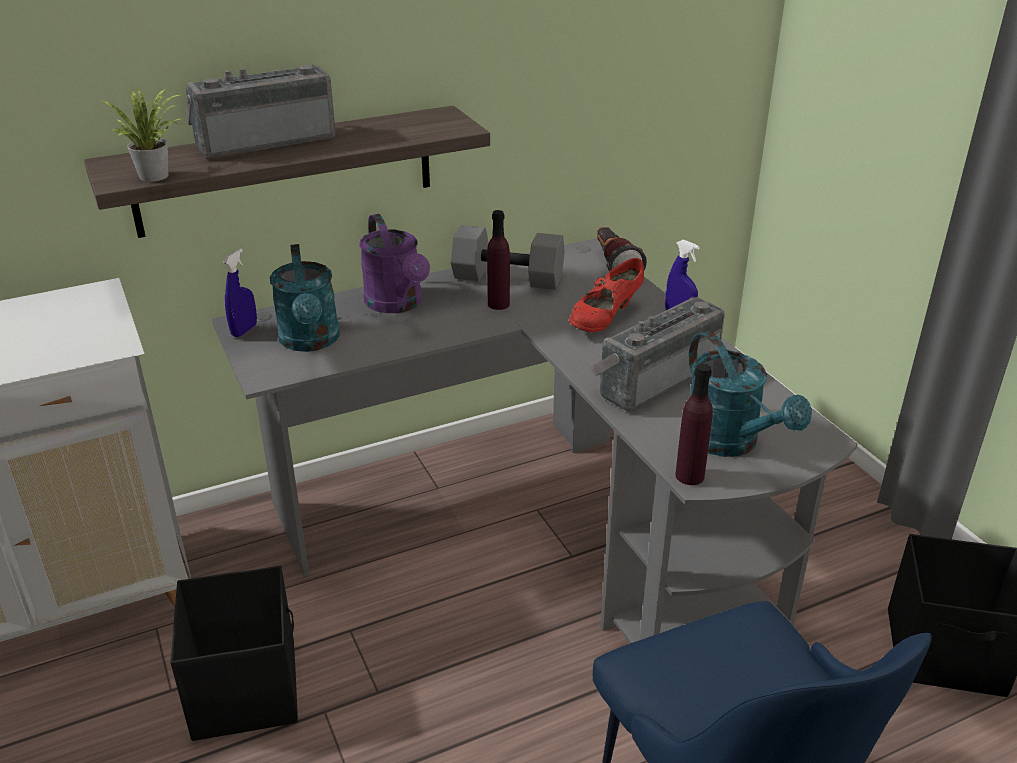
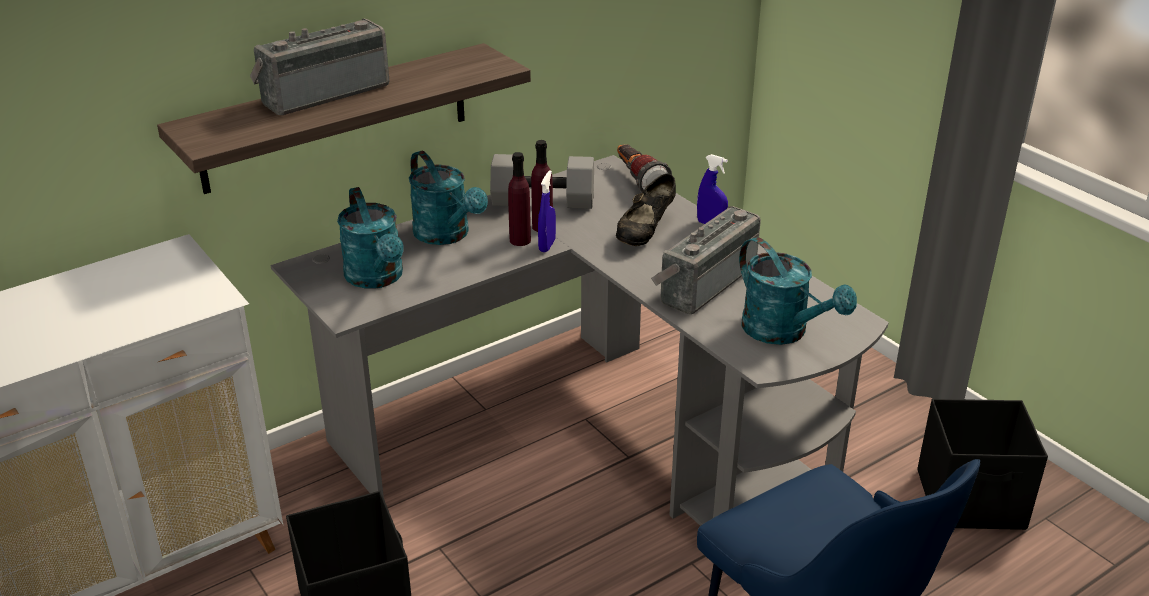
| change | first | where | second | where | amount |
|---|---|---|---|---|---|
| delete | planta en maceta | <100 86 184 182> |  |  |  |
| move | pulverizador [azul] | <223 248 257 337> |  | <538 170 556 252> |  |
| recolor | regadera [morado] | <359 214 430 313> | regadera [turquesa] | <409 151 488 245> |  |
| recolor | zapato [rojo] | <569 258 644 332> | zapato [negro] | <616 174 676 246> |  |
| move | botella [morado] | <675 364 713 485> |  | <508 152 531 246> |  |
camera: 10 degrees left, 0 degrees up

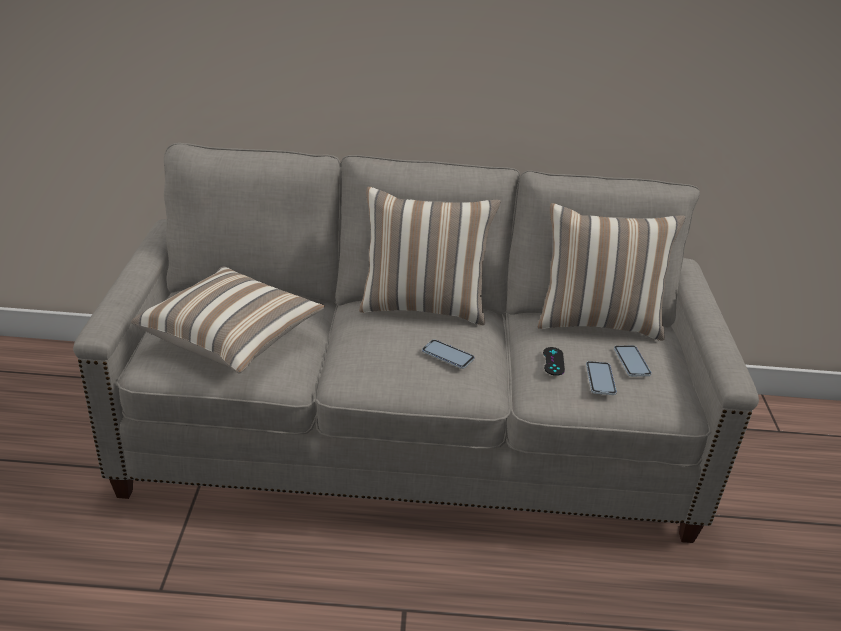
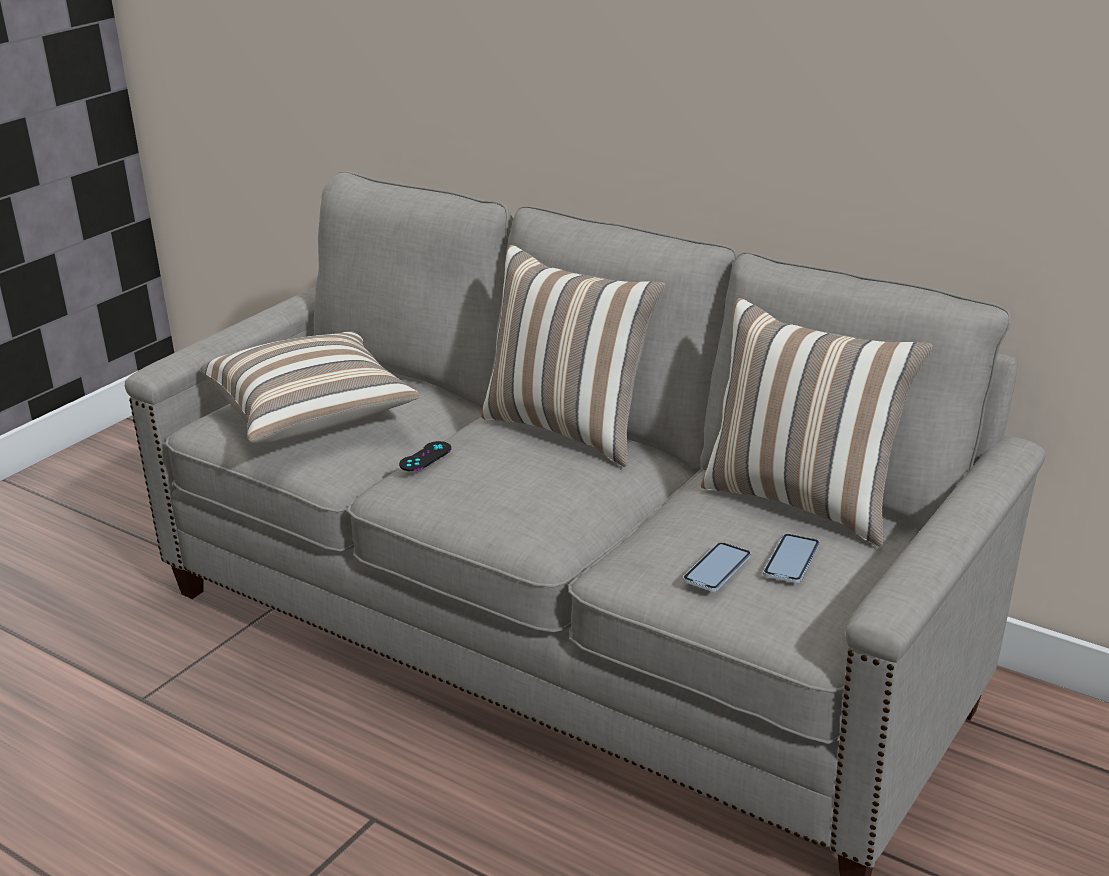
| change | first | where | second | where | amount |
|---|---|---|---|---|---|
| delete | móvil | <422 339 475 369> |  |  |  |
| move | mando de consola [negro] | <543 347 565 376> |  | <399 441 451 471> |  |
camera: 35 degrees right, 5 degrees down

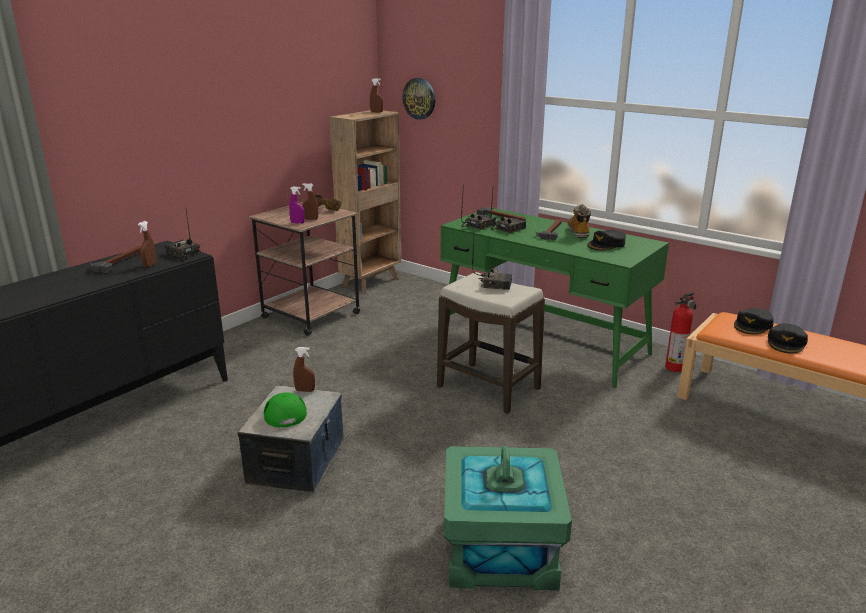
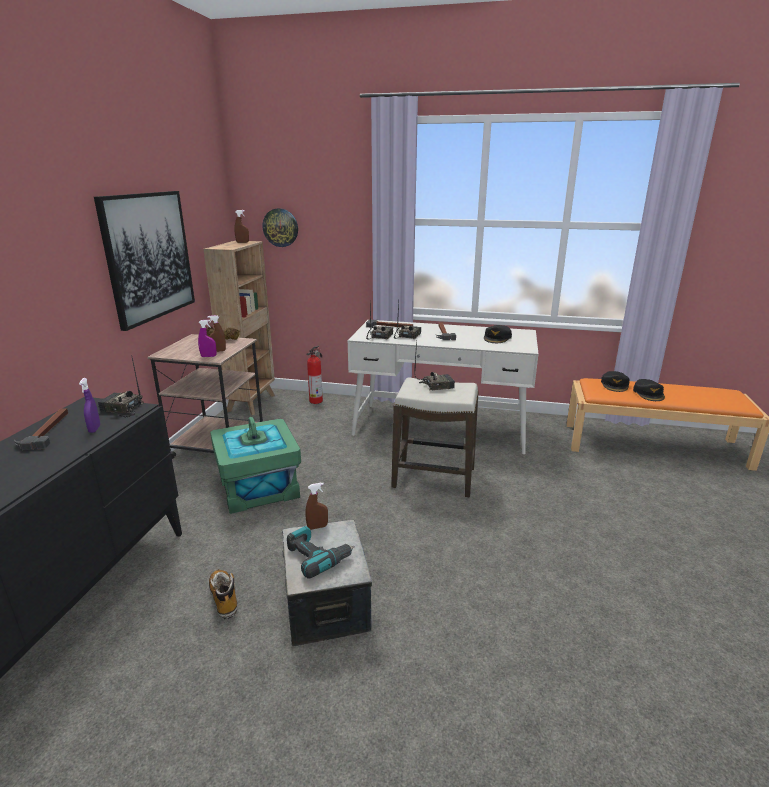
| change | first | where | second | where | amount |
|---|---|---|---|---|---|
| recolor | pulverizador [marrón] | <138 221 157 268> | pulverizador [morado] | <79 378 100 433> |  |
| replace | gorra [verde] | <264 392 307 428> | taladro | <287 526 355 579> |  |
| recolor | escritorio [verde] | <441 207 669 388> | escritorio [blanco] | <348 320 538 454> |  |
| move | caja de almacenaje [verde] | <444 446 572 590> |  | <210 417 301 514> |  |
| move | bota | <568 204 591 238> |  | <209 569 237 619> |  |
| move | extintor | <665 292 696 372> |  | <306 346 323 404> |  |
| insert |  |  | cuadro | <94 191 195 331> |  |
camera: 25 degrees left, 0 degrees up

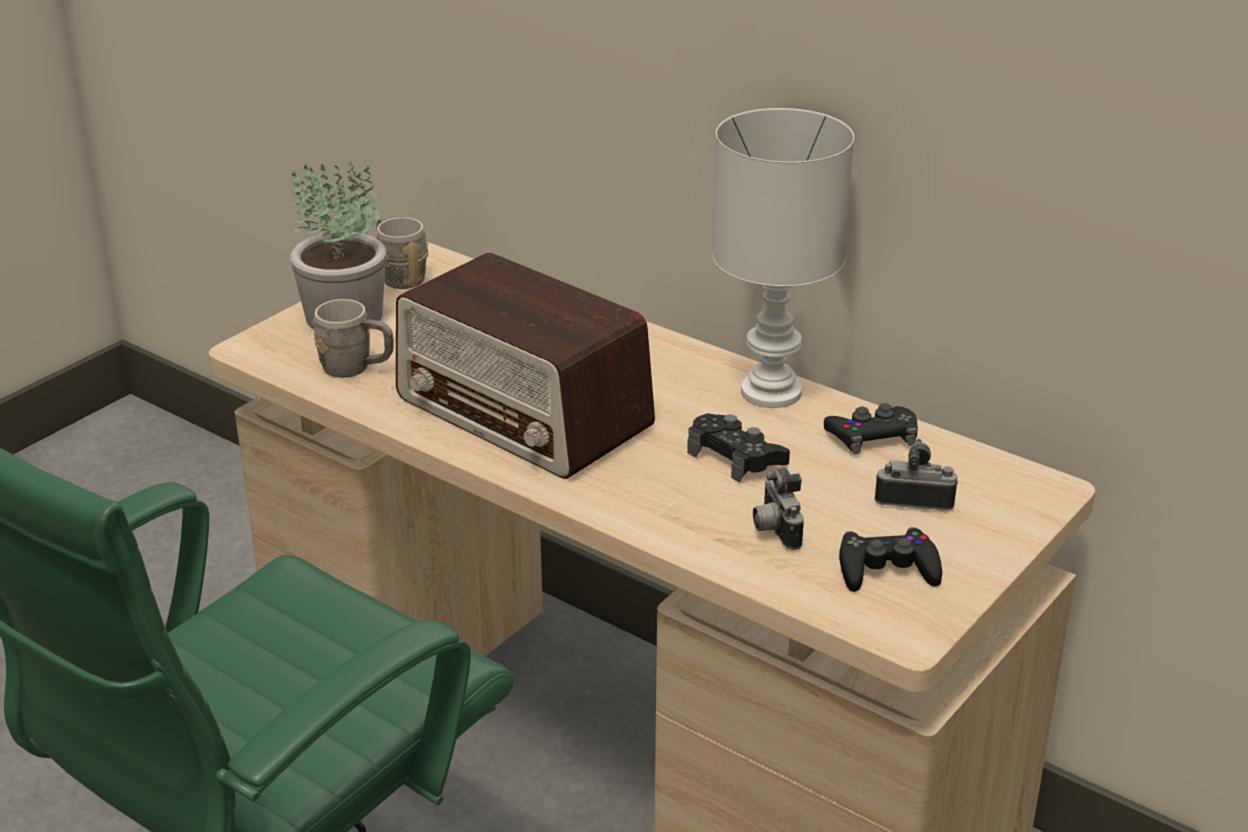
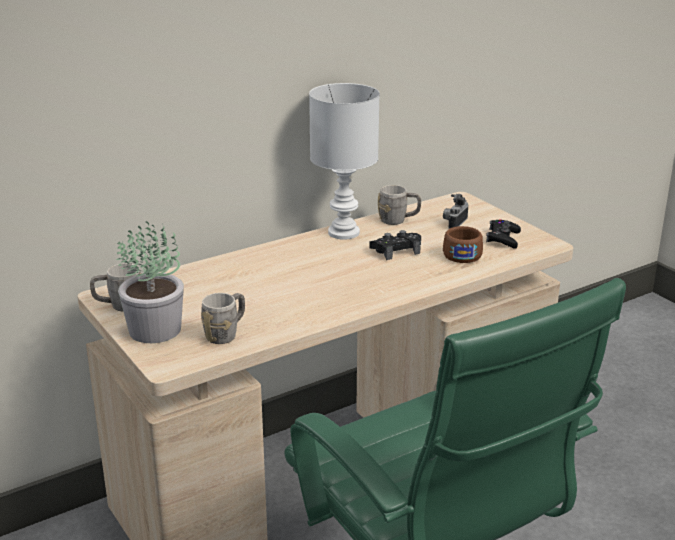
| change | first | where | second | where | amount |
|---|---|---|---|---|---|
| delete | radio | <396 253 655 479> |  |  |  |
| replace | cámara | <753 468 804 550> | taza [marrón] | <443 226 483 263> |  |
| replace | mando de consola [negro] | <824 403 918 454> | taza grande [gris] | <378 185 421 225> |  |
camera: 70 degrees left, 5 degrees down

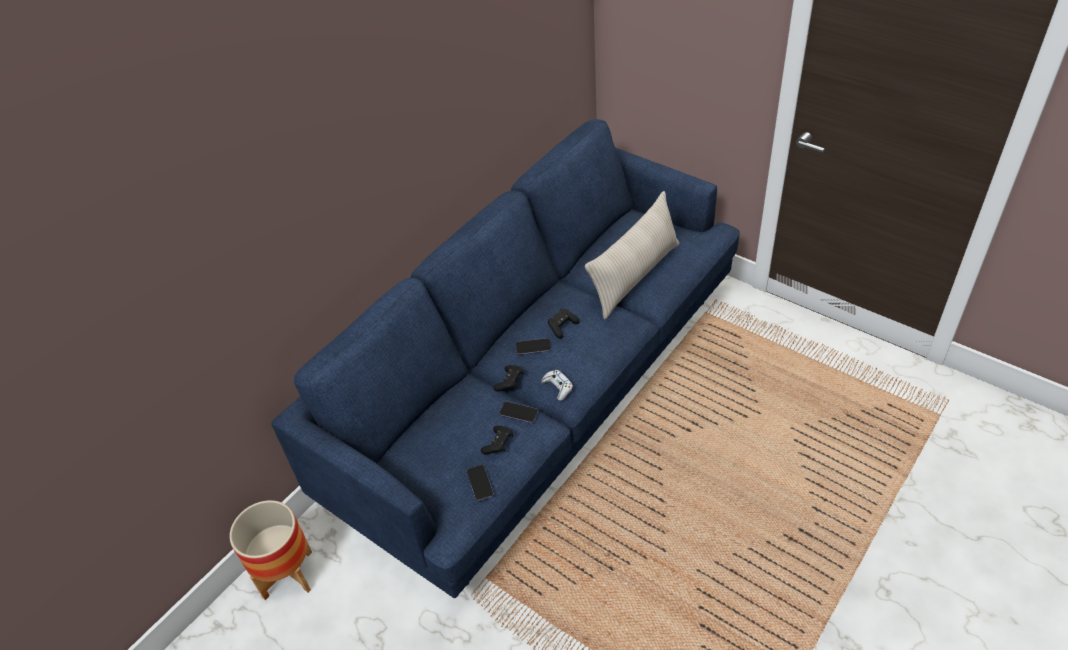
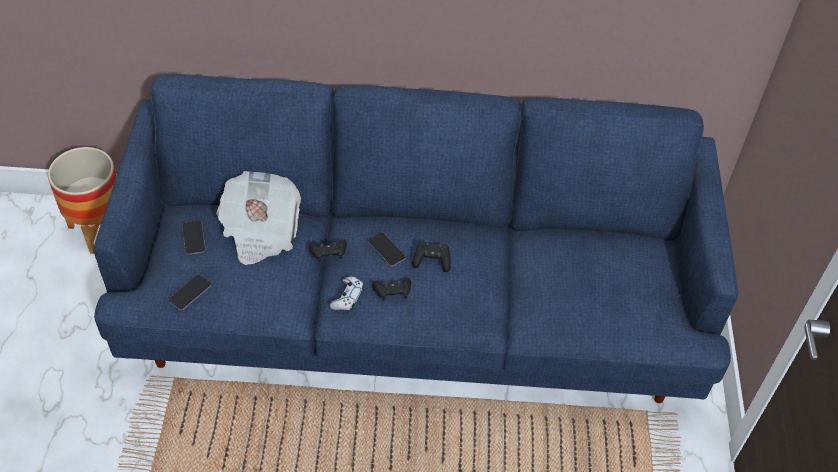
| change | first | where | second | where | amount |
|---|---|---|---|---|---|
| move | mando de consola [negro] | <481 426 513 455> |  | <372 277 411 301> |  |
| move | móvil | <499 401 538 423> |  | <182 220 206 255> |  |
| delete | cojín [beis] | <585 191 679 319> |  |  |  |
| insert |  |  | periódico | <217 171 301 265> |  |
camera: 50 degrees right, 5 degrees up

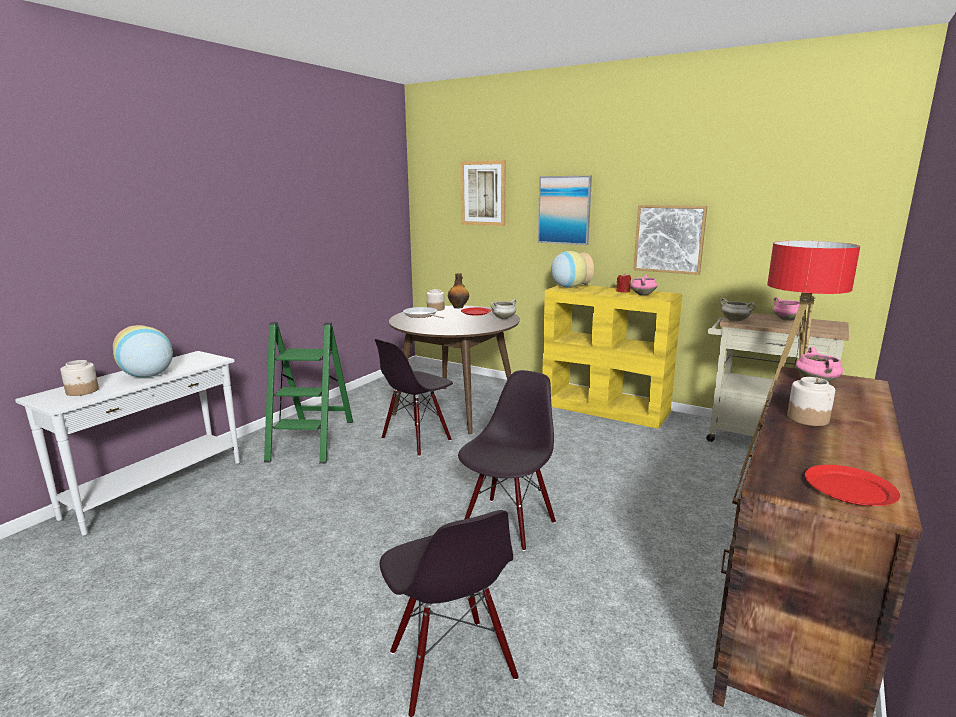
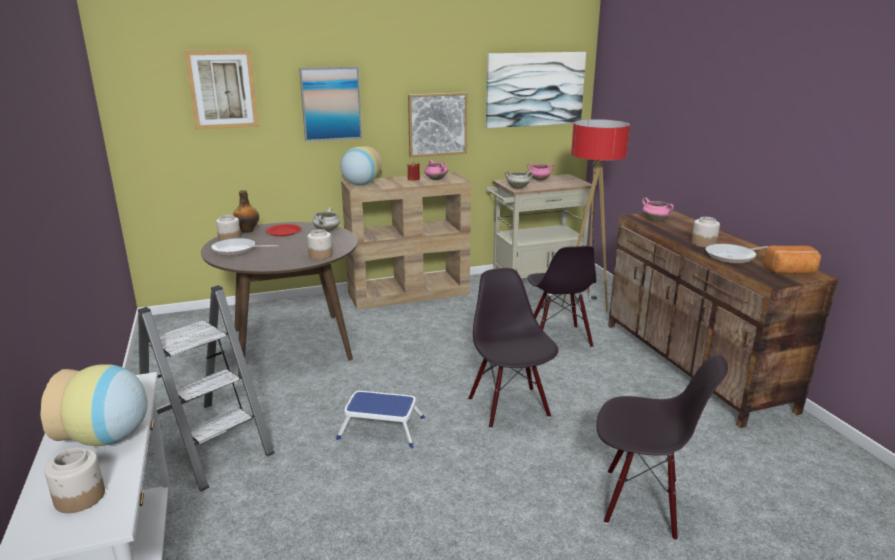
| change | first | where | second | where | amount |
|---|---|---|---|---|---|
| recolor | escalera de tijera [verde] | <264 322 353 464> | escalera de tijera [gris] | <138 285 275 491> |  |
| move | silla [negro] | <375 339 453 457> |  | <527 246 596 348> |  |
| recolor | estantería [amarillo] | <542 285 682 429> | estantería [marrón] | <341 172 471 310> |  |
| replace | plato [rojo] | <805 465 900 506> | pan | <764 246 821 274> |  |
| insert |  |  | tarro | <307 229 332 259> |  |
| insert |  |  | escalera de tijera [azul] | <336 391 425 448> |  |
| insert |  |  | cuadro | <486 52 586 128> |  |
| insert |  |  | sartén | <706 244 768 263> |  |
camera: 50 degrees left, 5 degrees up

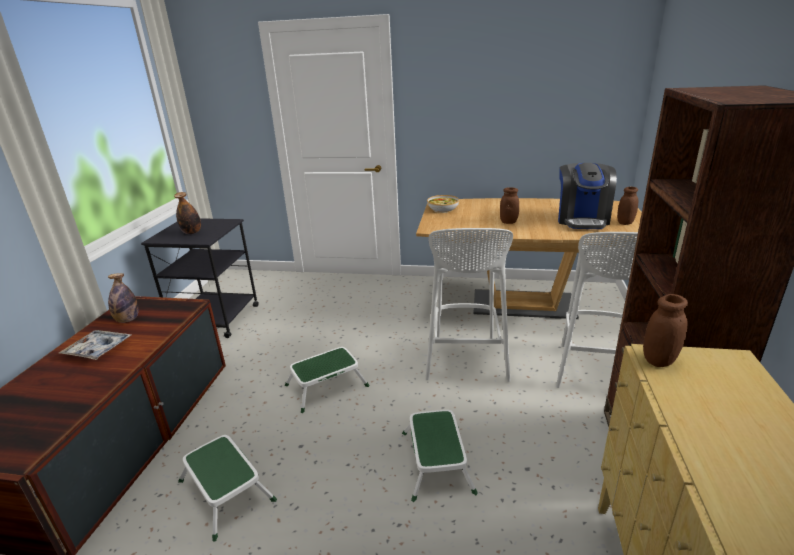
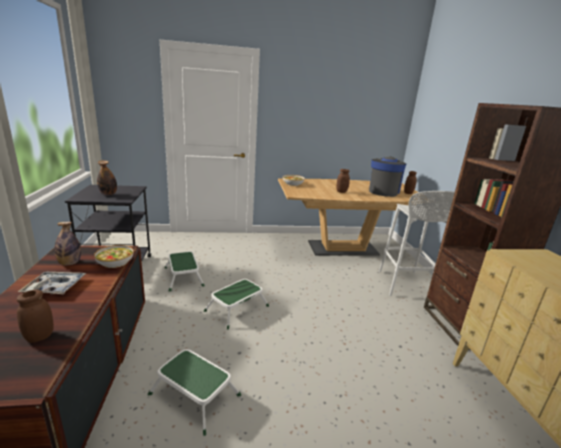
| change | first | where | second | where | amount |
|---|---|---|---|---|---|
| move | escalera de tijera [verde] | <402 410 478 502> |  | <164 252 205 292> |  |
| delete | taburete [blanco] | <425 228 513 382> |  |  |  |
| rotate | cafetera | <558 163 617 229> |  | <369 156 406 197> | 150 degrees counterclockwise |
| move | tarro [marrón] | <643 294 688 367> |  | <17 290 54 343> |  |
| insert |  |  | cuenco | <94 245 134 268> |  |
camera: 20 degrees left, 5 degrees down

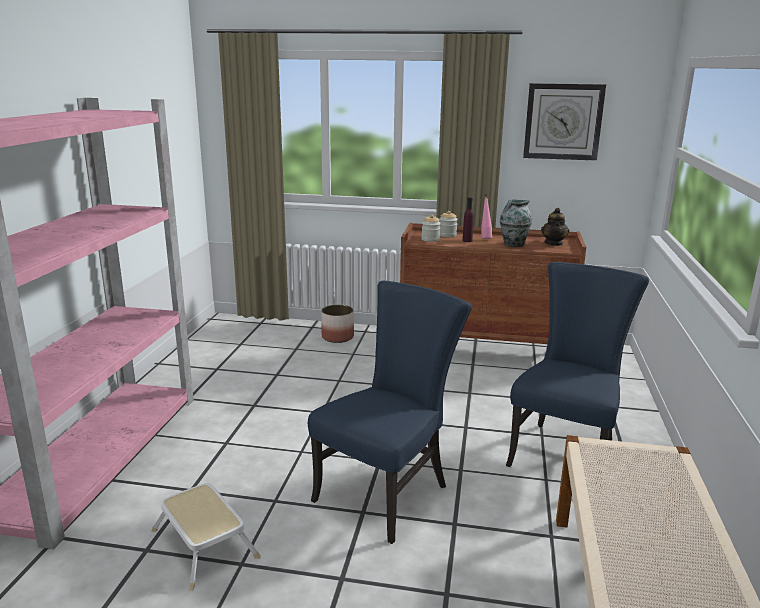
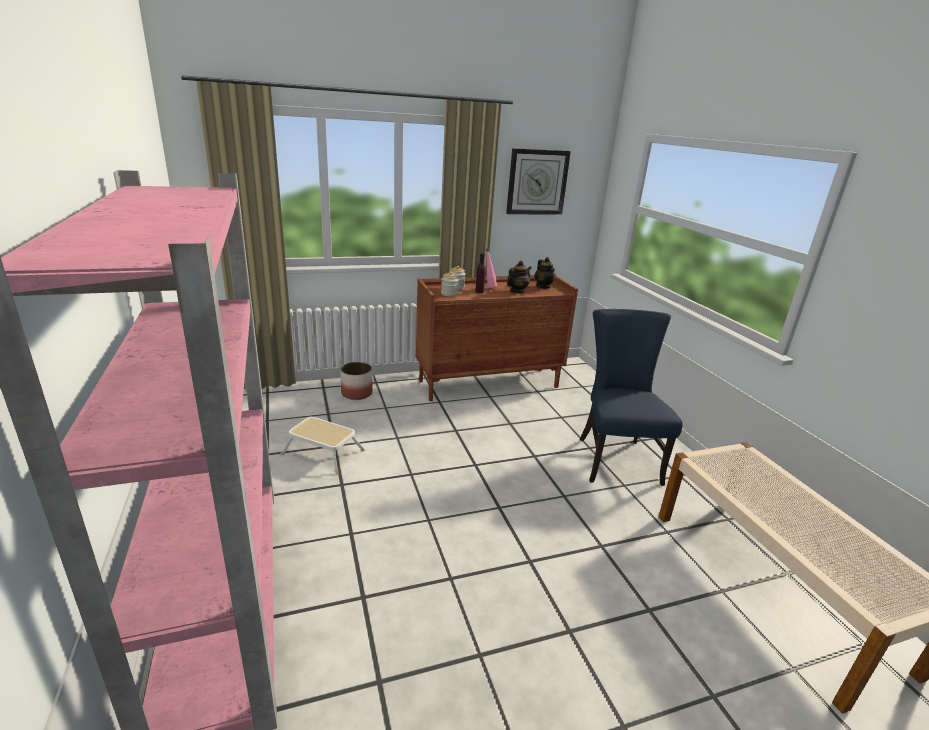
| change | first | where | second | where | amount |
|---|---|---|---|---|---|
| move | escalera de tijera [beis] | <151 483 261 591> |  | <280 417 365 475> |  |
| delete | silla [azul] | <308 281 472 544> |  |  |  |
| replace | florero | <500 200 532 247> | tetera | <507 260 532 293> |  |
camera: 30 degrees left, 5 degrees up

